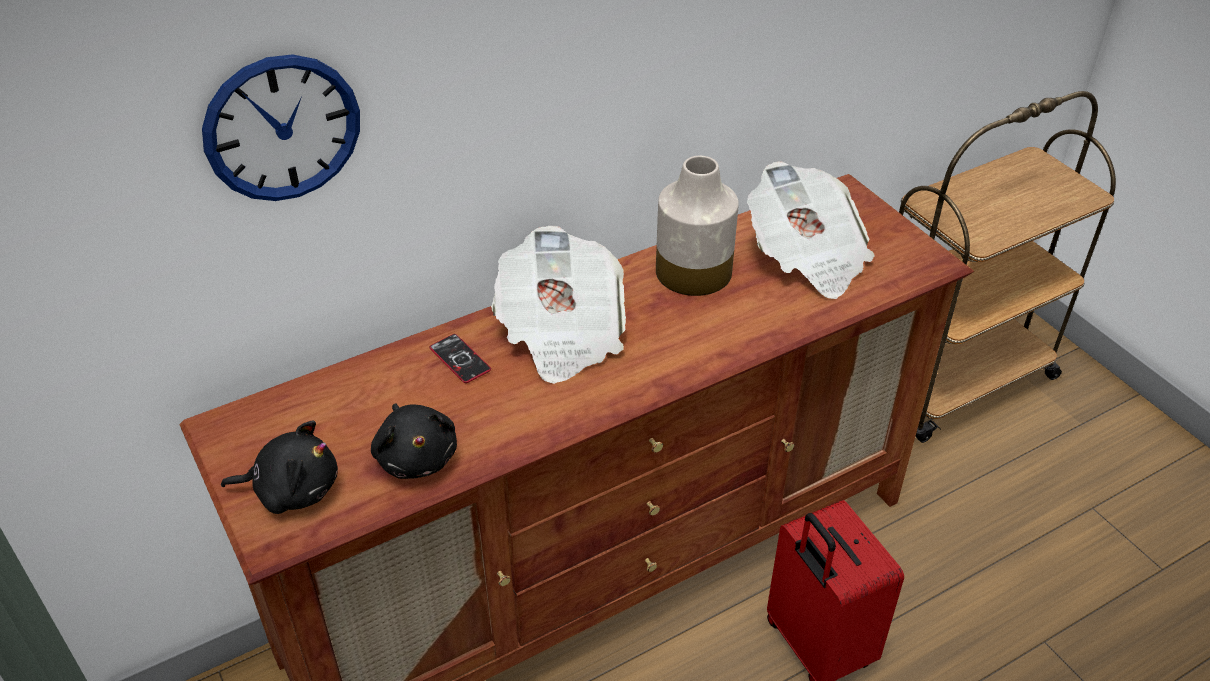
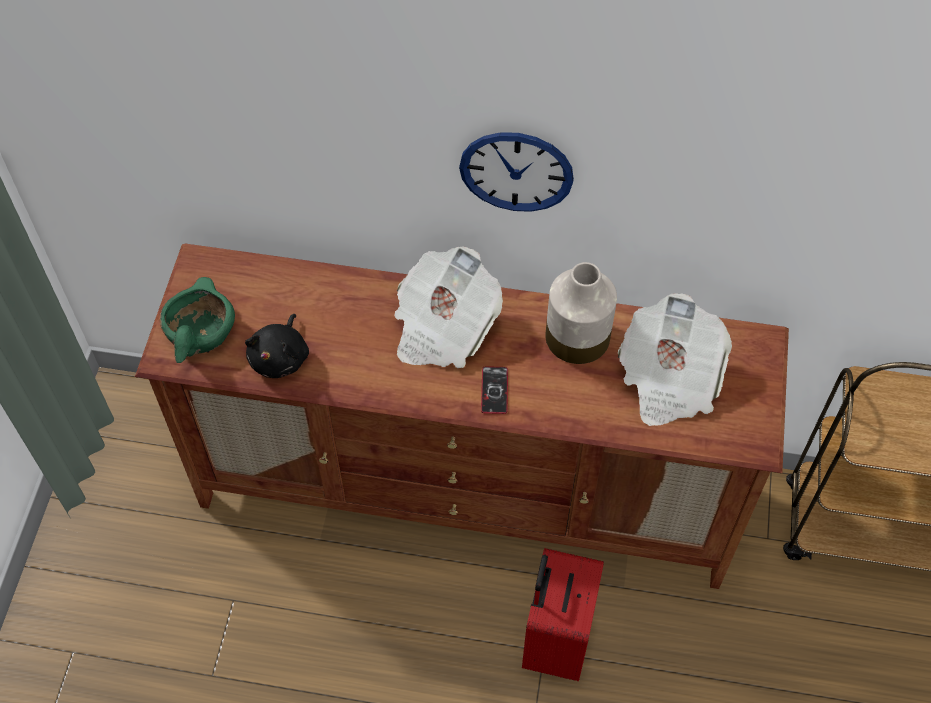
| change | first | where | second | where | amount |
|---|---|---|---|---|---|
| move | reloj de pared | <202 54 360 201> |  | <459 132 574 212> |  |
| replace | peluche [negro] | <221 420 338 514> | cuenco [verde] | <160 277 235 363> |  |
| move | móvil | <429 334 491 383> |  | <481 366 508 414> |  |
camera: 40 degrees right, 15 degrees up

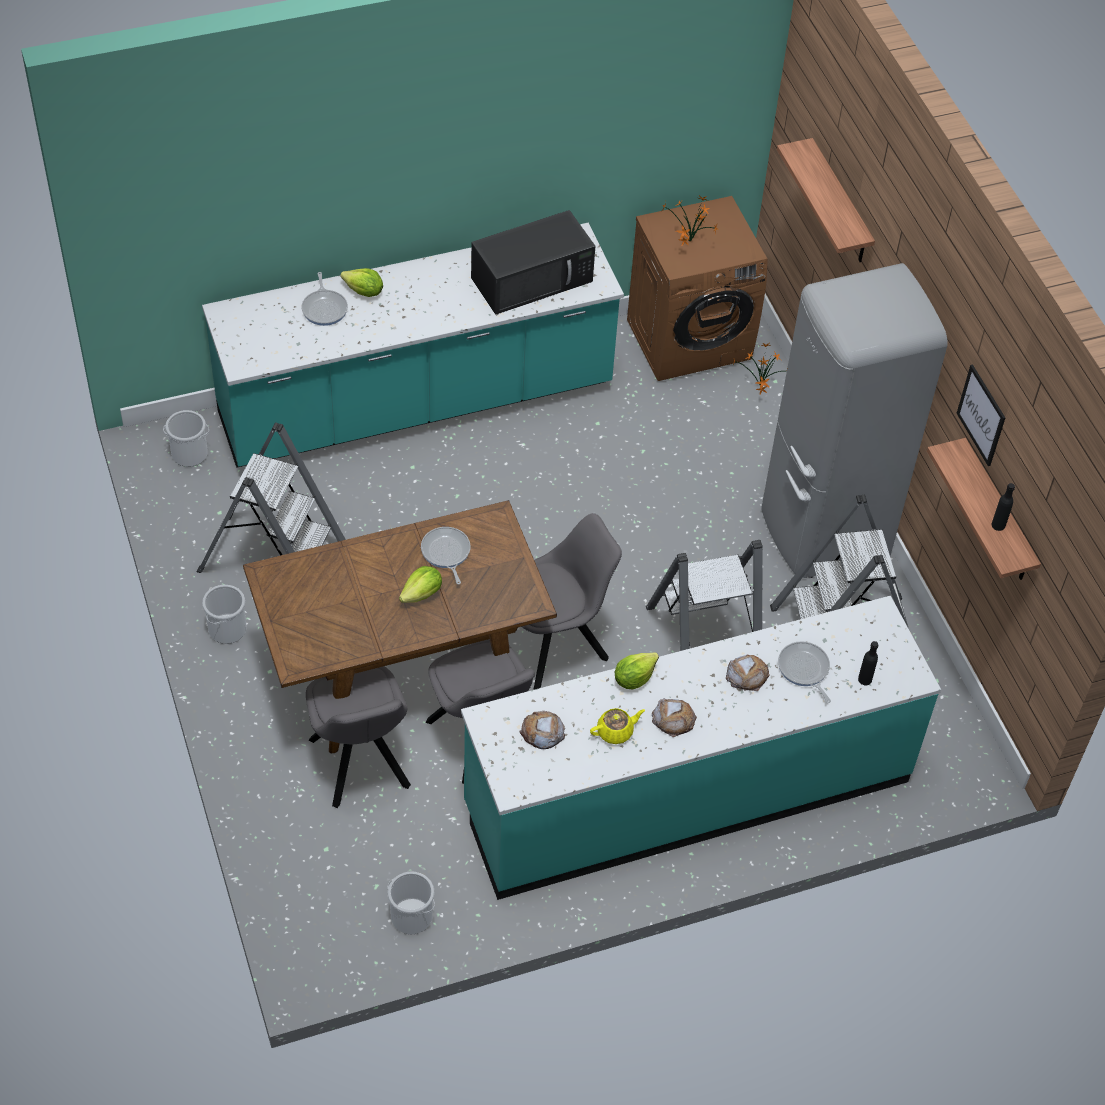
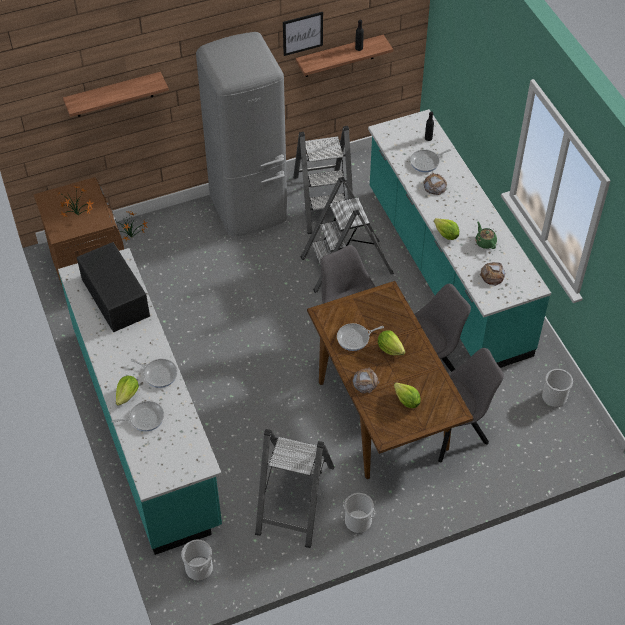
| change | first | where | second | where | amount |
|---|---|---|---|---|---|
| recolor | tetera [amarillo] | <590 708 645 744> | tetera [verde] | <475 222 497 249> |  |
| move | pan | <652 698 697 737> |  | <352 368 379 394> |  |
| insert |  |  | sartén | <131 359 177 388> |  |
| insert |  |  | lechuga | <394 382 421 408> |  |
camera: 90 degrees left, 0 degrees up

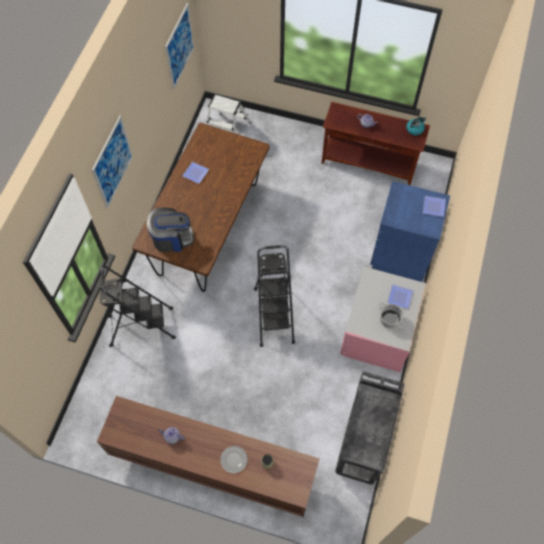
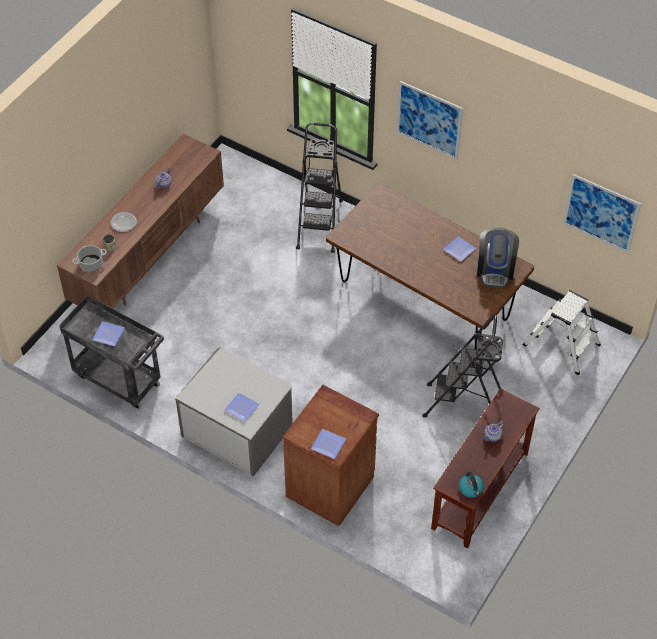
| change | first | where | second | where | amount |
|---|---|---|---|---|---|
| move | cafetera | <147 207 194 252> |  | <477 228 519 288> |  |
| move | escalera de tijera | <254 245 295 347> |  | <422 314 503 418> |  |
| recolor | mesita de noche [rosa] | <340 267 426 372> | mesita de noche [gris] | <175 348 293 477> |  |
| recolor | cómoda [azul] | <370 181 450 282> | cómoda [marrón] | <283 385 379 526> |  |
| move | olla | <379 303 405 329> |  | <72 245 107 272> |  |
| insert |  |  | plato | <92 321 125 346> |  |
camera: 105 degrees right, 10 degrees down

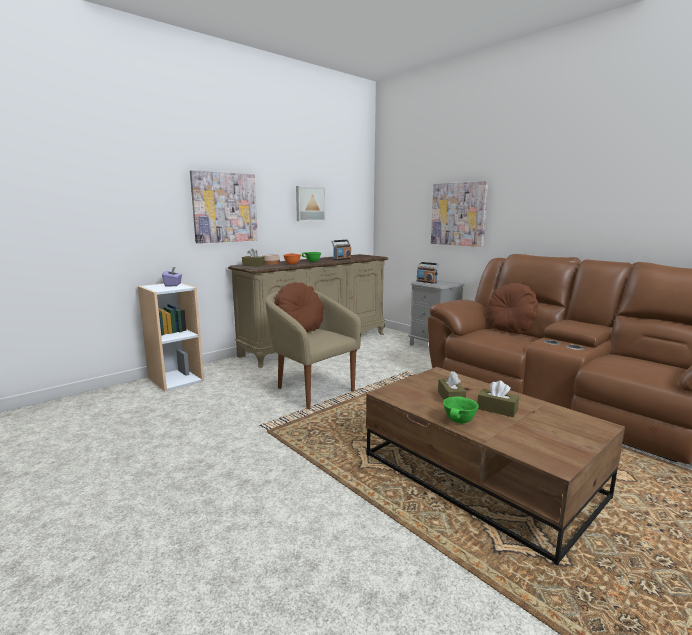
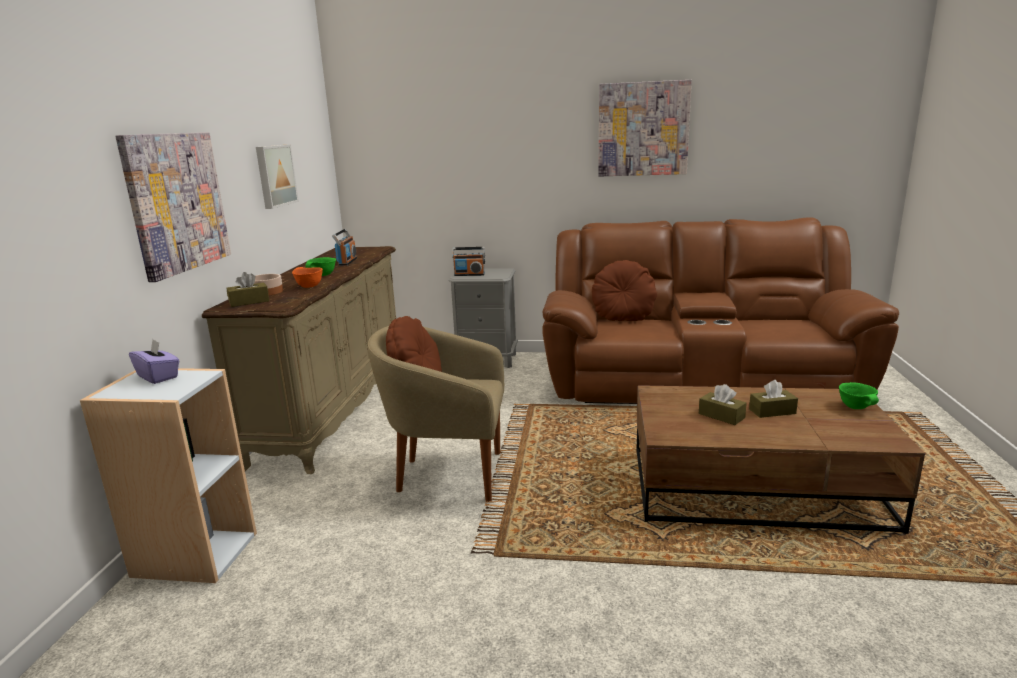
| change | first | where | second | where | amount |
|---|---|---|---|---|---|
| move | cuadro | <431 181 488 247> |  | <598 80 692 176> |  |
| move | cuenco [verde] | <443 396 479 424> |  | <839 382 879 409> |  |
camera: 40 degrees left, 5 degrees up

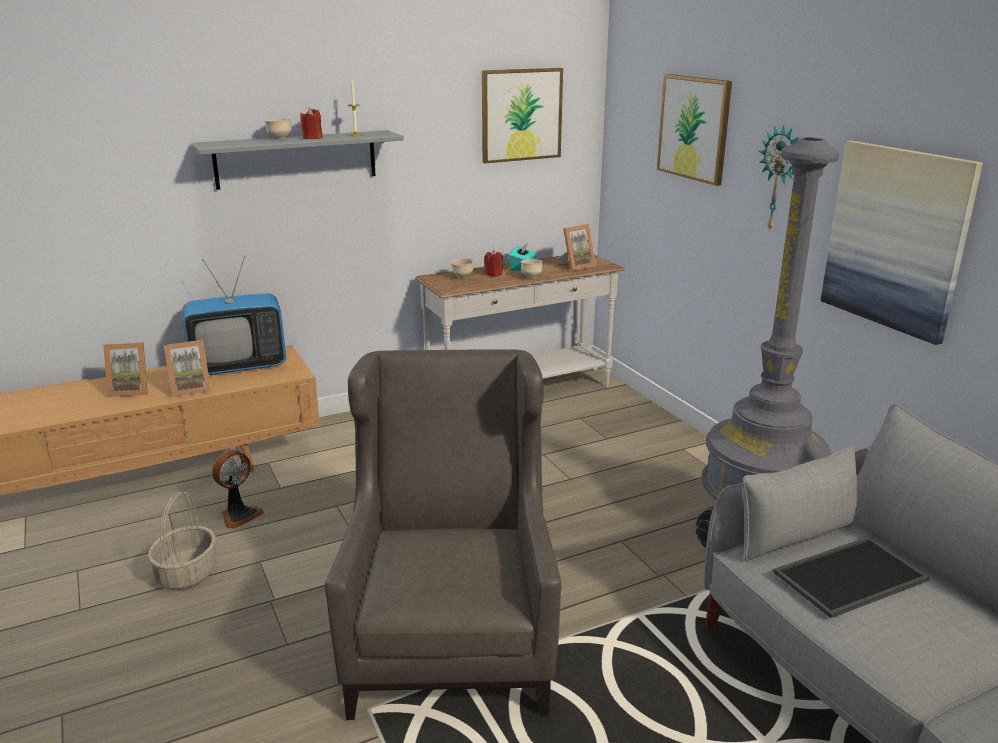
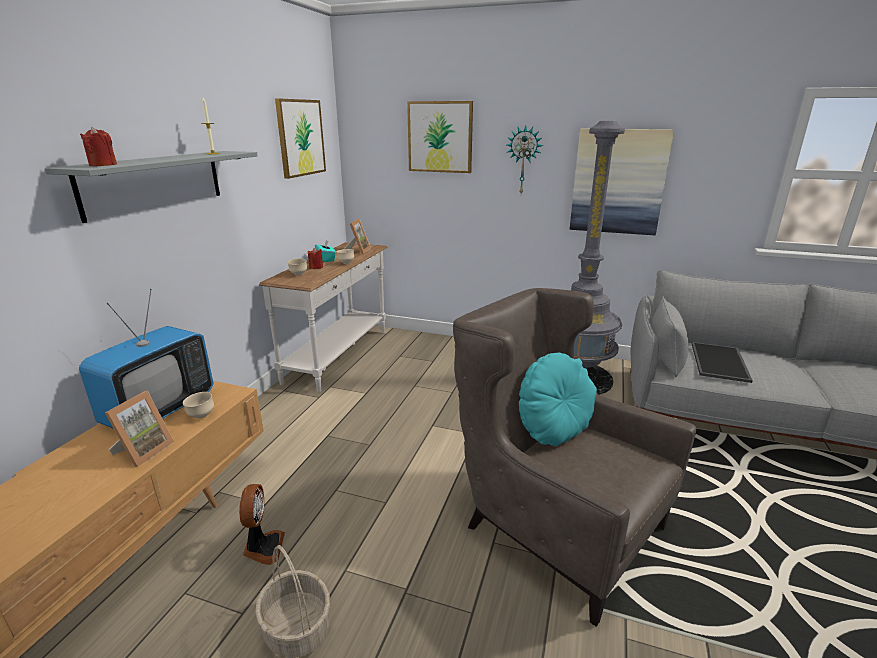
| change | first | where | second | where | amount |
|---|---|---|---|---|---|
| delete | portarretratos | <103 343 148 397> |  |  |  |
| move | cuenco [beis] | <265 118 292 140> |  | <183 392 214 419> |  |
| move | vela [rojo] | <300 108 323 139> |  | <80 127 117 166> |  |
| insert |  |  | cojín [turquesa] | <519 353 597 446> |  |
camera: 45 degrees left, 0 degrees up

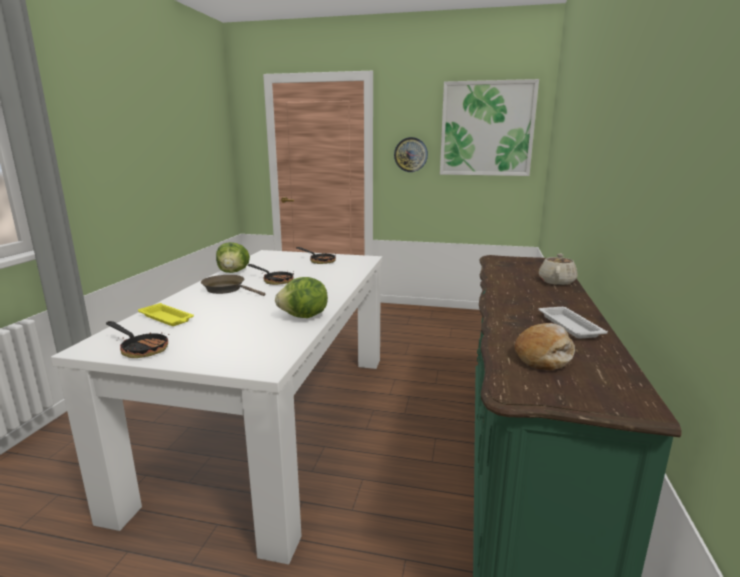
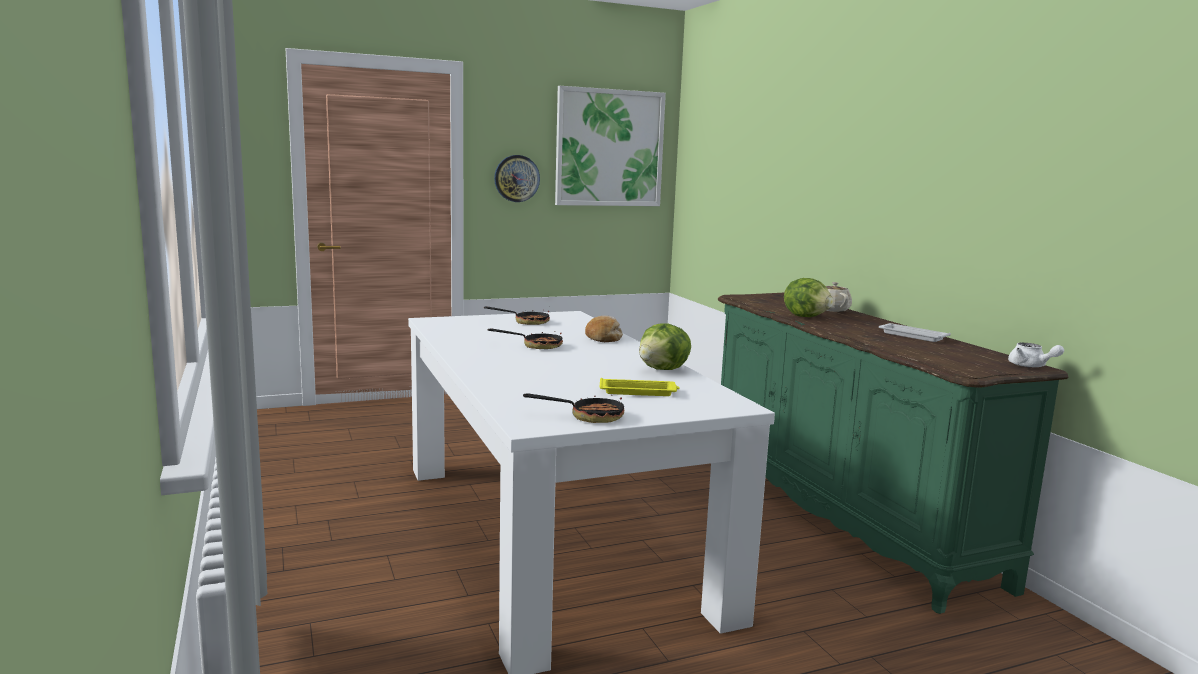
| change | first | where | second | where | amount |
|---|---|---|---|---|---|
| move | bandeja [amarillo] | <138 303 194 326> |  | <600 378 680 396> |  |
| delete | sartén [marrón] | <201 275 265 296> |  |  |  |
| move | lechuga | <216 242 250 273> |  | <784 278 833 317> |  |
| move | pan | <514 323 575 370> |  | <585 316 623 342> |  |
| insert |  |  | tetera [blanco] | <1008 343 1064 368> |  |
camera: 35 degrees left, 5 degrees down

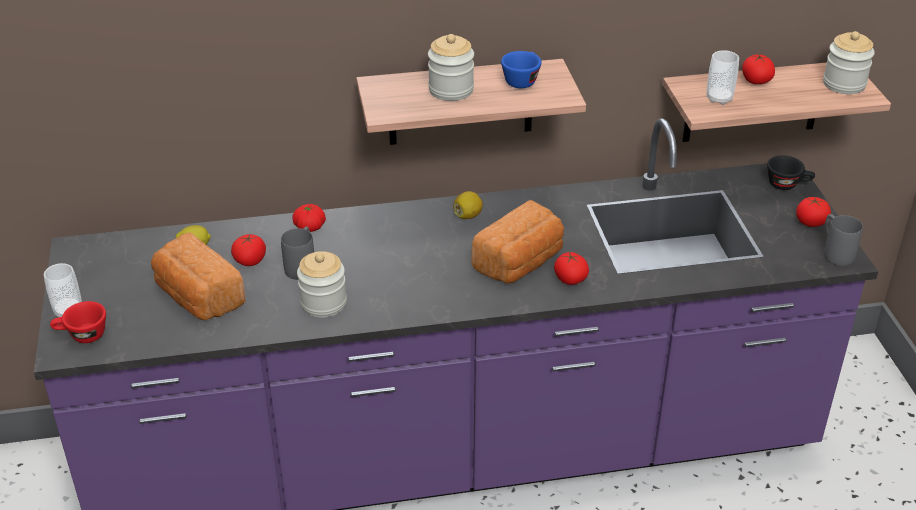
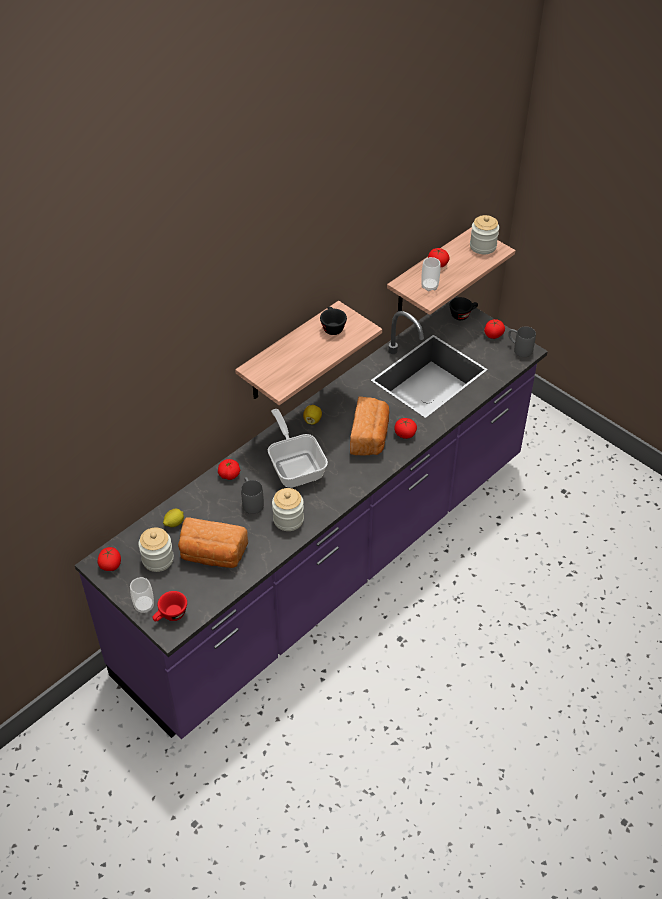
| change | first | where | second | where | amount |
|---|---|---|---|---|---|
| move | tomate | <231 234 266 266> |  | <98 547 121 571> |  |
| move | tarro | <428 34 474 101> |  | <138 527 174 572> |  |
| recolor | taza [azul] | <501 51 541 88> | taza [negro] | <320 307 347 335> |  |
| insert |  |  | sartén | <268 409 328 488> |  |
camera: 35 degrees left, 10 degrees up

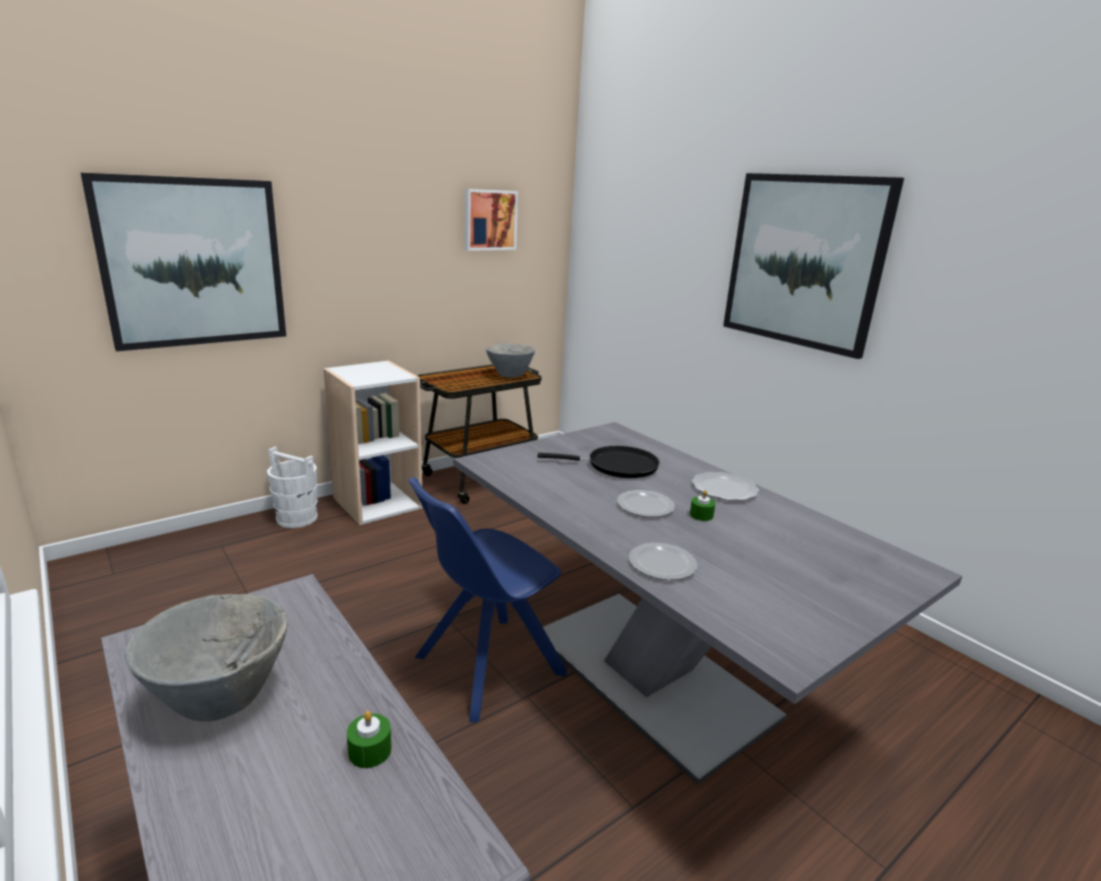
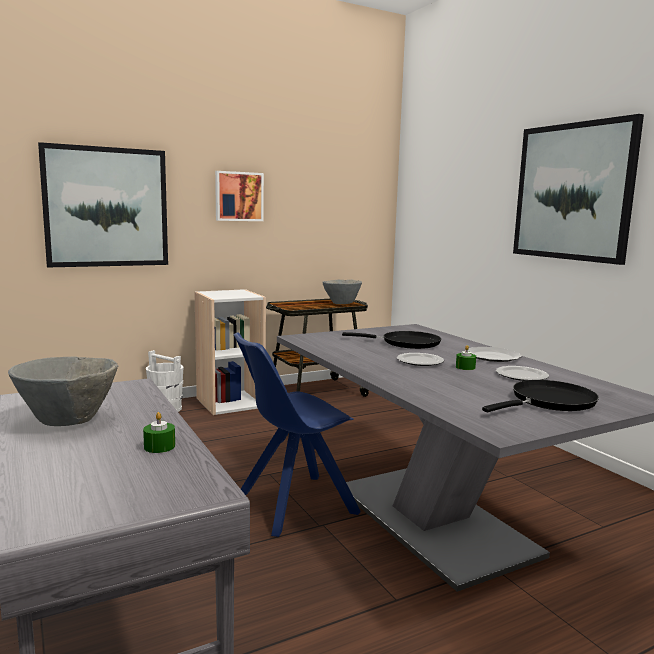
| change | first | where | second | where | amount |
|---|---|---|---|---|---|
| move | cuadro | <465 189 518 251> |  | <215 171 264 221> |  |
| move | plato | <629 543 697 580> |  | <496 366 549 381> |  |
| insert |  |  | sartén [negro] | <482 380 599 412> |  |
camera: 10 degrees right, 10 degrees down

